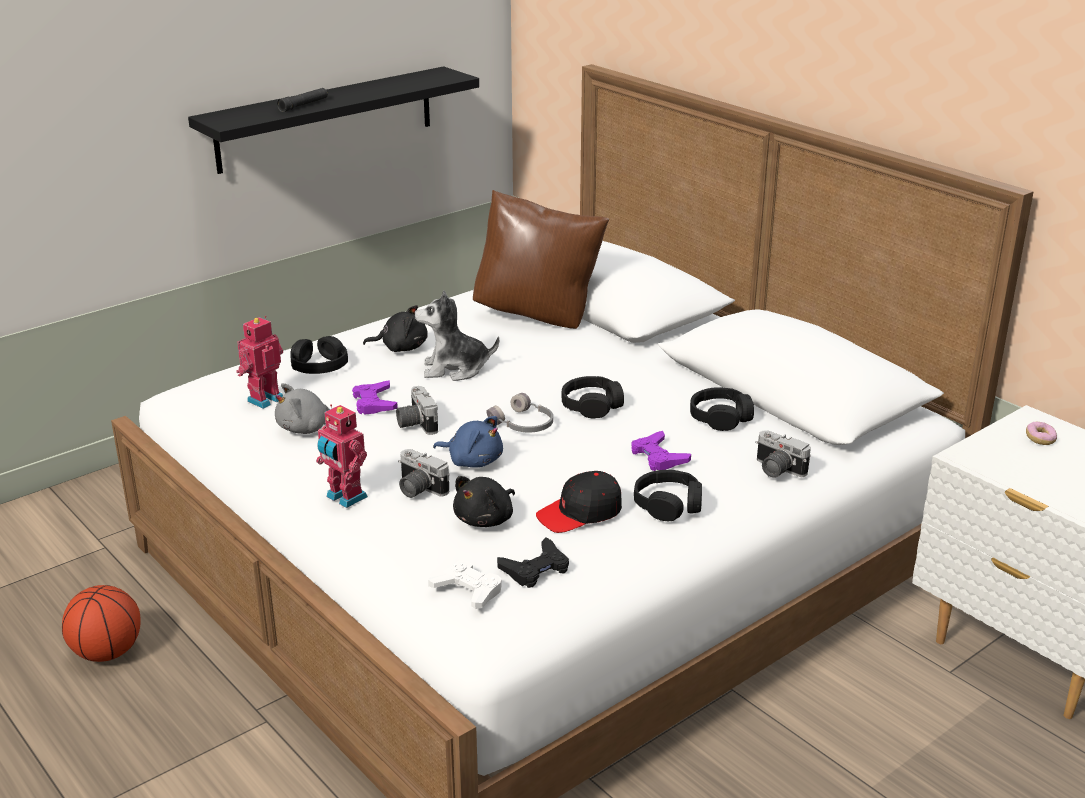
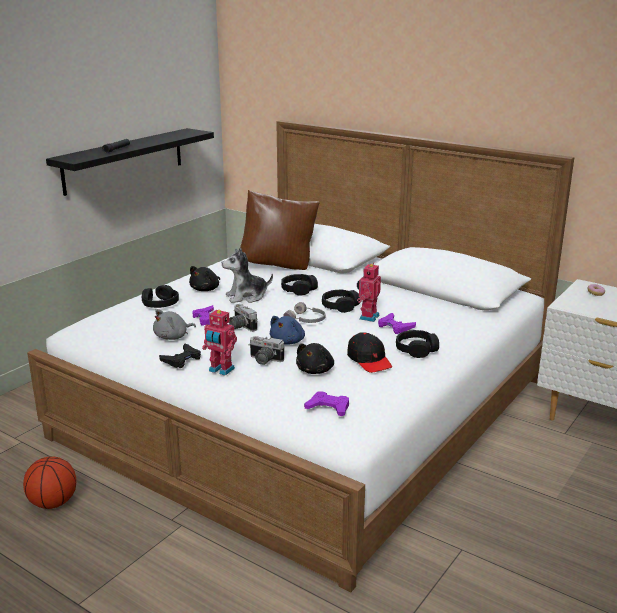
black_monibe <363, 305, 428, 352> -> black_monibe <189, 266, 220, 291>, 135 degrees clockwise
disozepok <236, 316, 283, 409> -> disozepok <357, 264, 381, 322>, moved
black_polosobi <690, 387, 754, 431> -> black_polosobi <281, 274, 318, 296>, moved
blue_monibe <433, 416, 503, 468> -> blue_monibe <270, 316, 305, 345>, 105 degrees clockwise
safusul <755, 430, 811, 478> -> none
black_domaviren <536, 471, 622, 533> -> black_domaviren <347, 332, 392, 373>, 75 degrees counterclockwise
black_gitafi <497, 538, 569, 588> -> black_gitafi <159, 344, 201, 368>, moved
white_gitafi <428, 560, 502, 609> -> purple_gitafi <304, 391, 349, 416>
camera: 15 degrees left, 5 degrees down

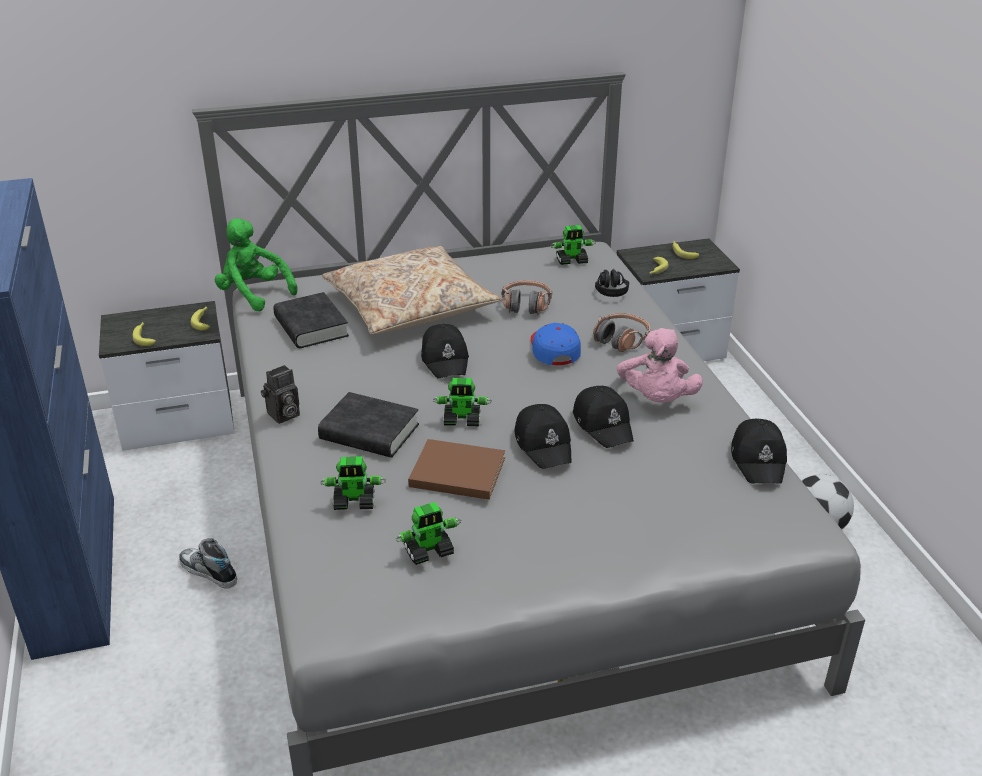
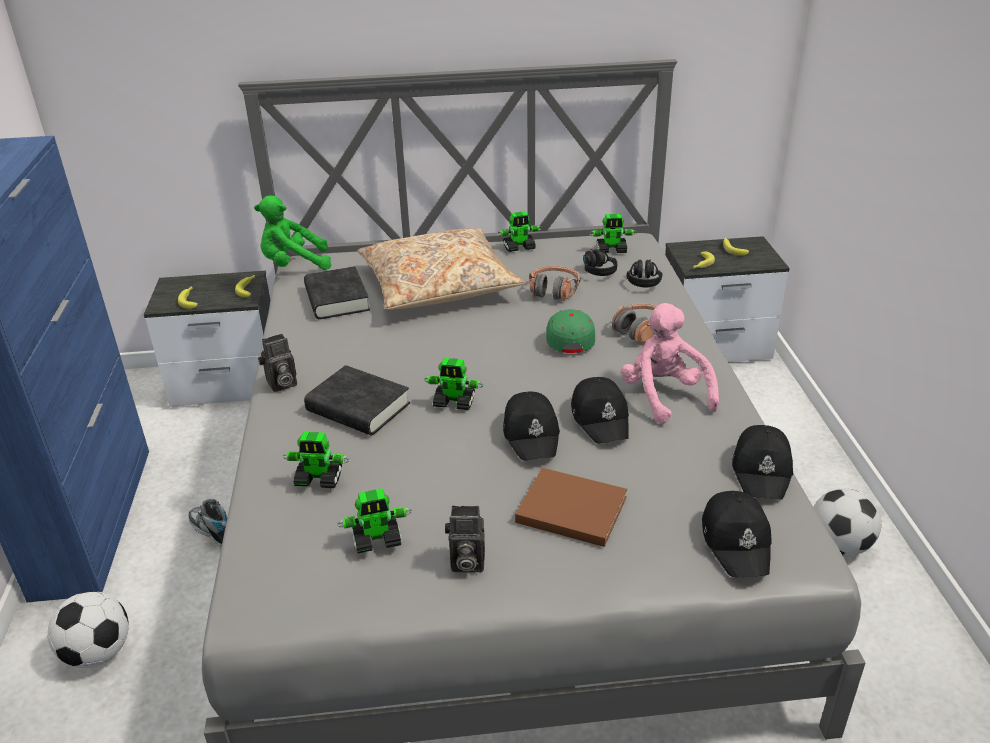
green_monibe <215, 218, 298, 311> -> green_monibe <254, 195, 331, 270>, 60 degrees counterclockwise
blue_domaviren <531, 323, 581, 365> -> green_domaviren <546, 309, 595, 353>
black_domaviren <421, 324, 469, 379> -> black_domaviren <702, 491, 772, 577>, moved
pink_monibe <617, 328, 703, 403> -> pink_monibe <621, 303, 719, 424>, 150 degrees clockwise
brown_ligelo <408, 439, 505, 500> -> brown_ligelo <515, 468, 627, 547>, moved
none -> disozepok <497, 211, 542, 252>
none -> black_polosobi <583, 249, 617, 276>
none -> safusul <445, 506, 485, 572>
none -> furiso <48, 591, 129, 668>
camera: 10 degrees right, 0 degrees up

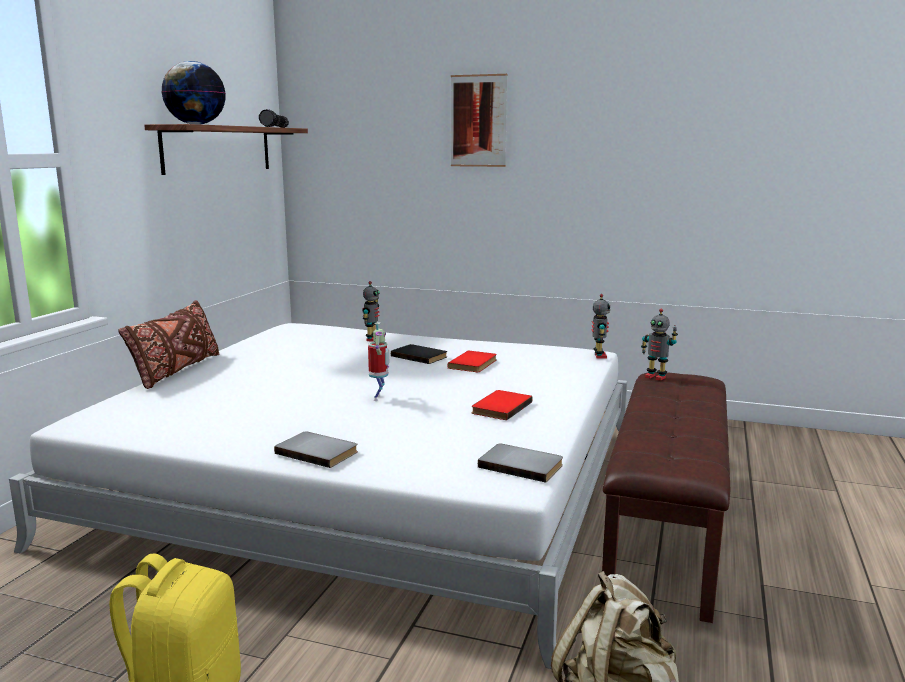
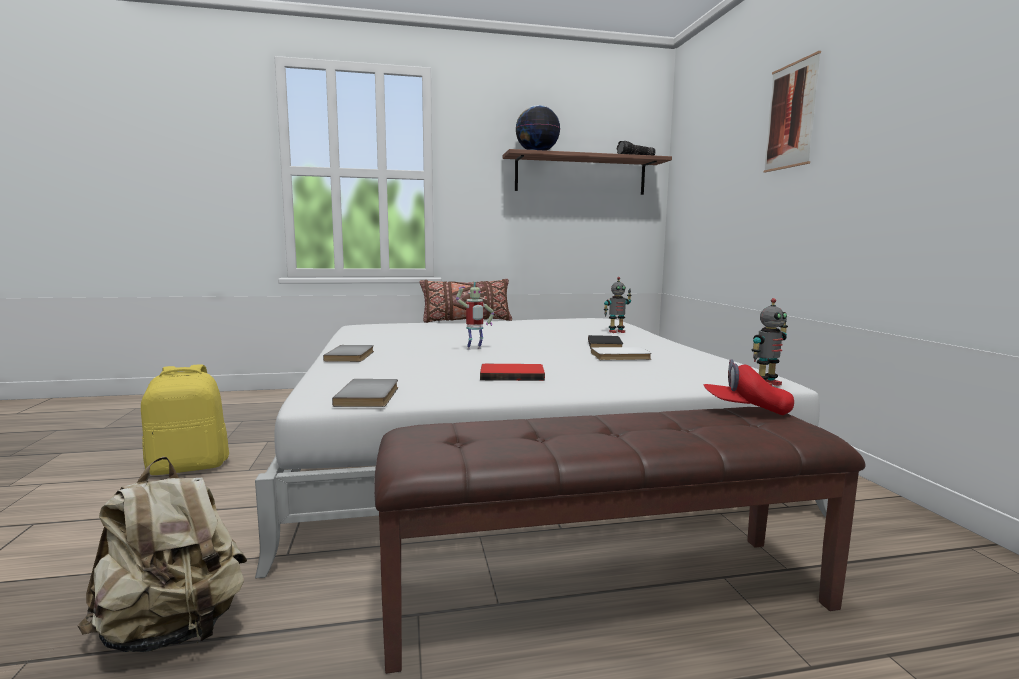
disozepok <641, 309, 678, 381> -> red_domaviren <703, 359, 794, 415>
red_ligelo <447, 350, 497, 372> -> white_ligelo <591, 347, 652, 360>
camera: 60 degrees right, 5 degrees down

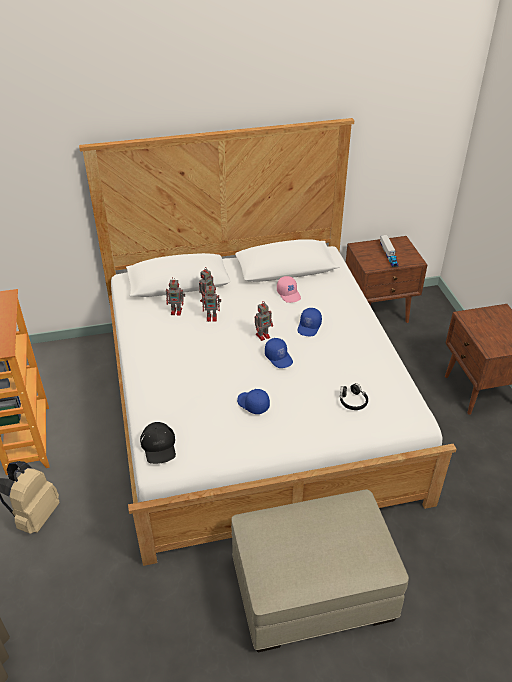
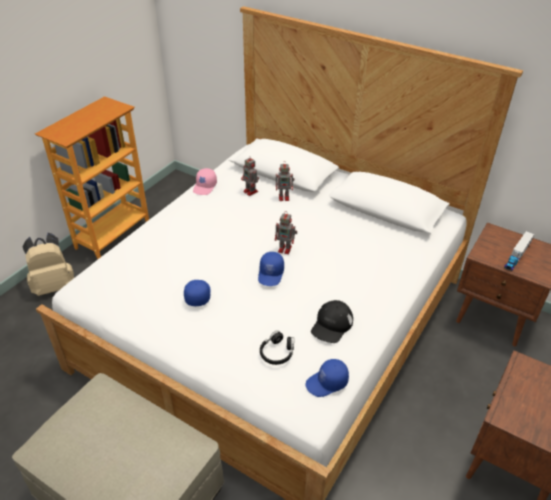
pink_domaviren <277, 276, 301, 303> -> pink_domaviren <193, 168, 217, 195>, moved
disozepok <202, 283, 221, 322> -> none
blue_domaviren <298, 308, 322, 336> -> blue_domaviren <305, 359, 349, 397>, moved
black_domaviren <140, 422, 176, 464> -> black_domaviren <311, 300, 353, 343>, moved
camera: 45 degrees right, 0 degrees up

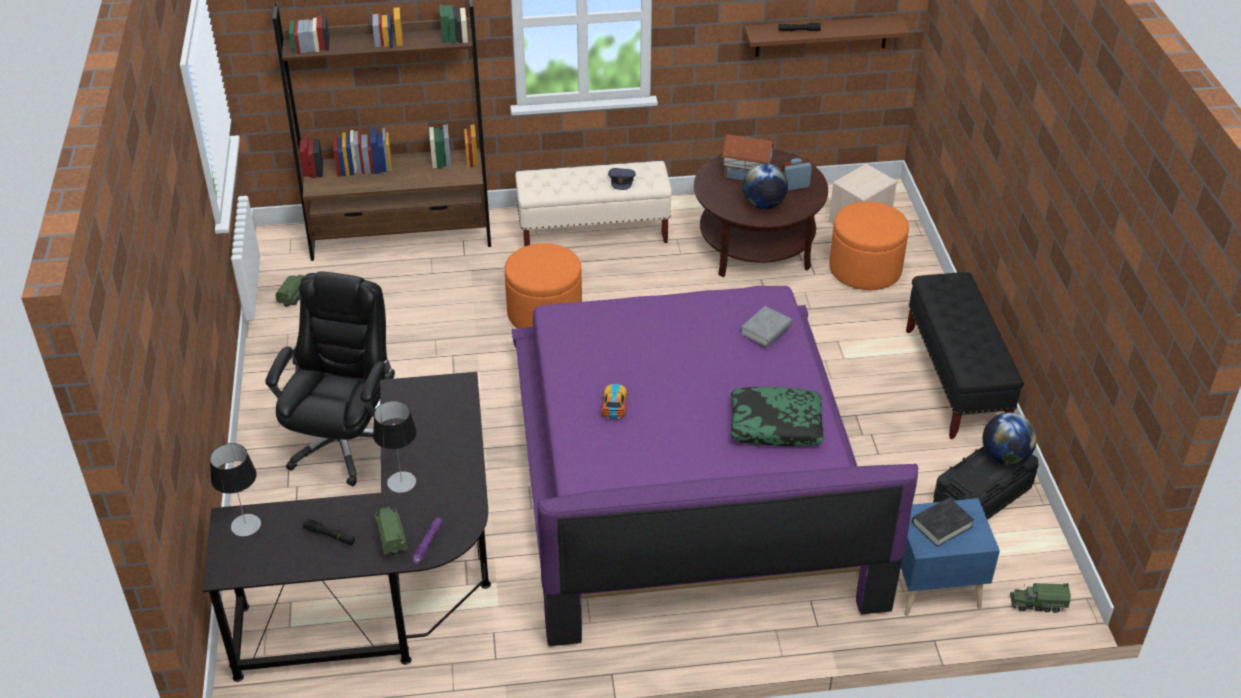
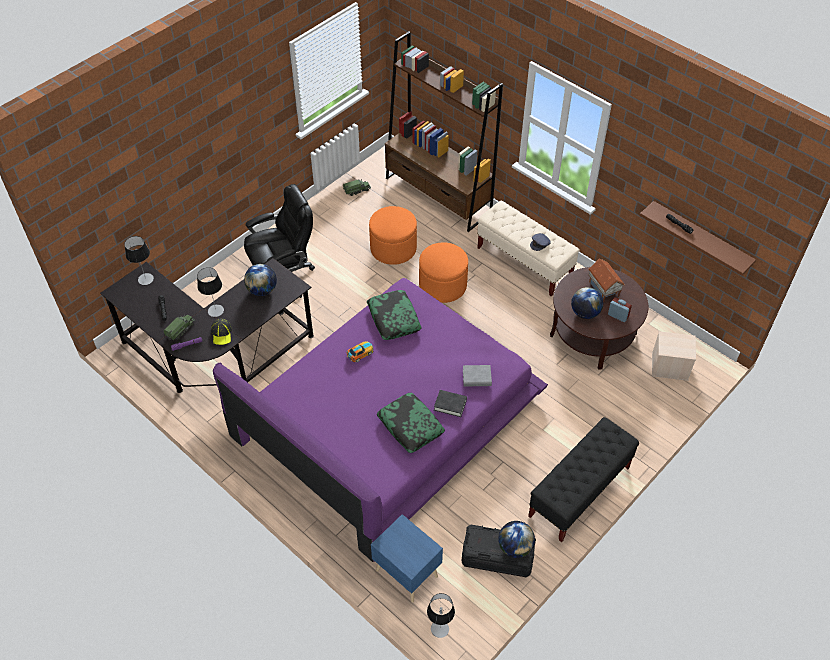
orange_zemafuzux <829, 201, 909, 290> -> orange_zemafuzux <369, 206, 417, 265>, moved
black_ligelo <912, 498, 974, 547> -> black_ligelo <434, 390, 467, 417>, moved
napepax <1010, 583, 1071, 613> -> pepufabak <427, 593, 455, 638>
none -> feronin <244, 264, 277, 296>
none -> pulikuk <367, 290, 421, 340>
none -> domaviren <211, 318, 232, 345>
camera: 50 degrees right, 10 degrees up

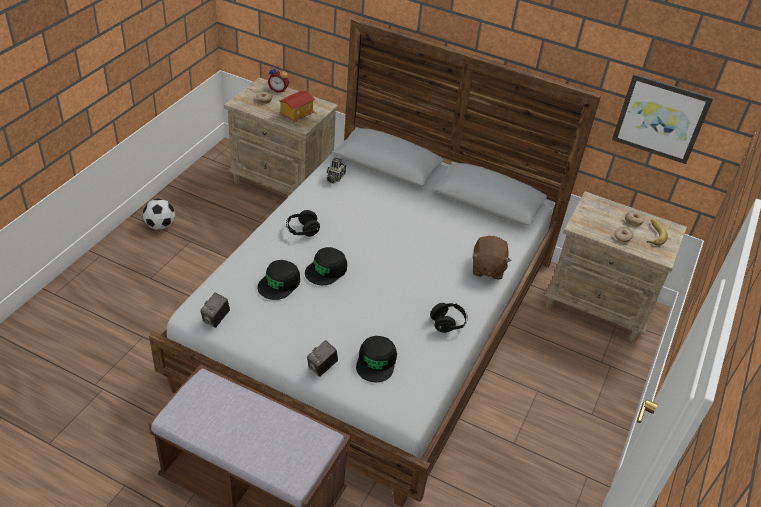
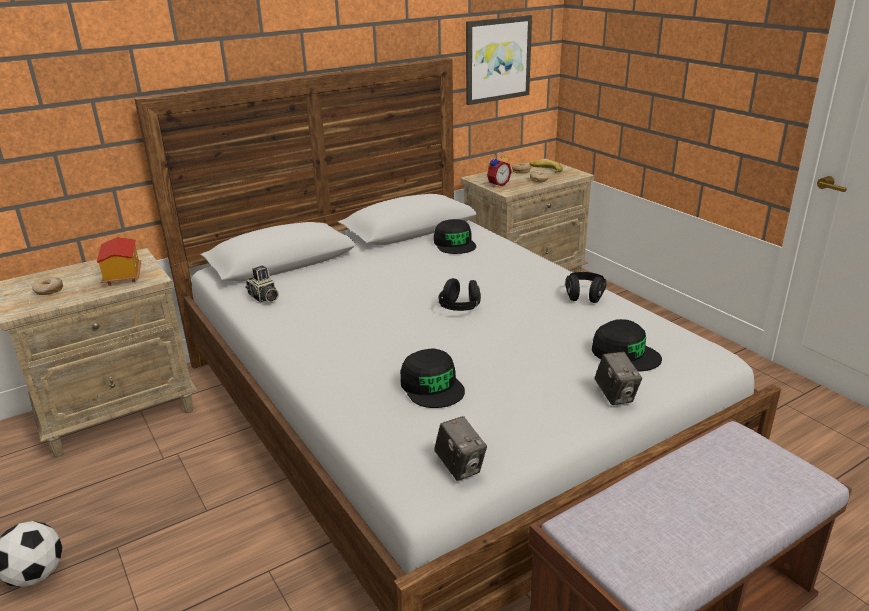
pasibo <267, 67, 289, 93> -> pasibo <487, 152, 512, 187>, moved
black_polosobi <286, 210, 320, 237> -> black_polosobi <438, 278, 481, 311>, moved
brown_monibe <472, 236, 511, 280> -> none
black_domaviren <305, 247, 347, 285> -> black_domaviren <434, 219, 476, 254>, moved
camera: 55 degrees left, 15 degrees down

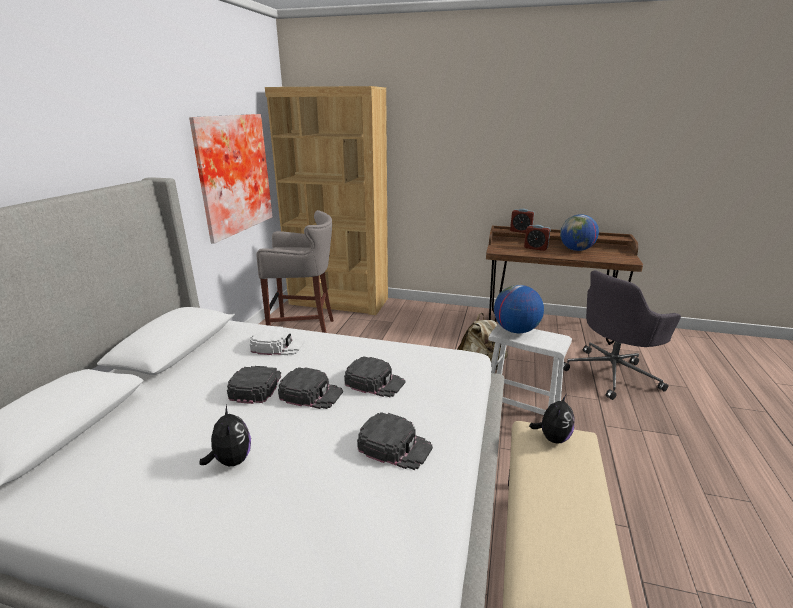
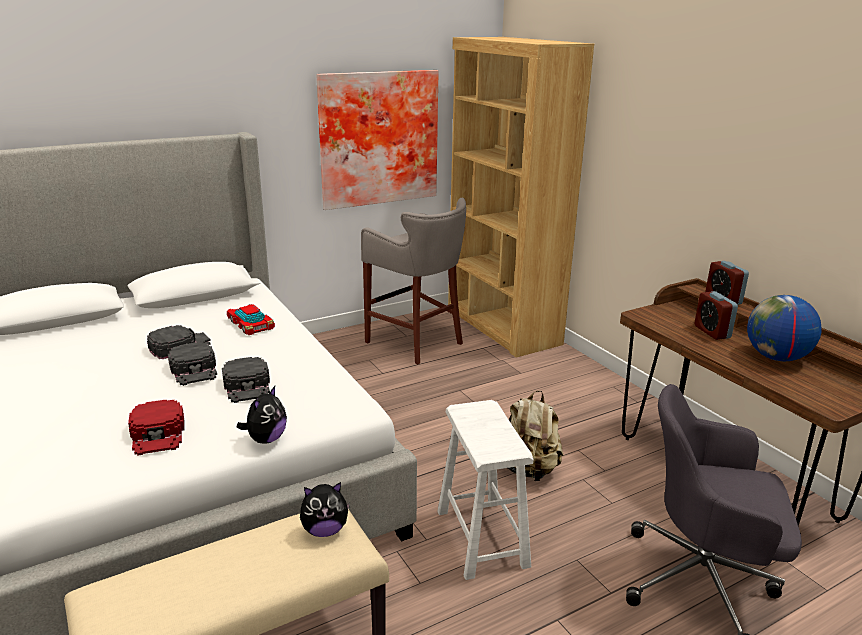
feronin <494, 285, 544, 333> -> none
white_domaviren <250, 326, 305, 355> -> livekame <227, 304, 275, 335>
monibe <199, 405, 251, 467> -> monibe <237, 386, 287, 444>, moved
black_domaviren <357, 412, 433, 470> -> red_domaviren <128, 399, 184, 456>
camera: 45 degrees right, 0 degrees up

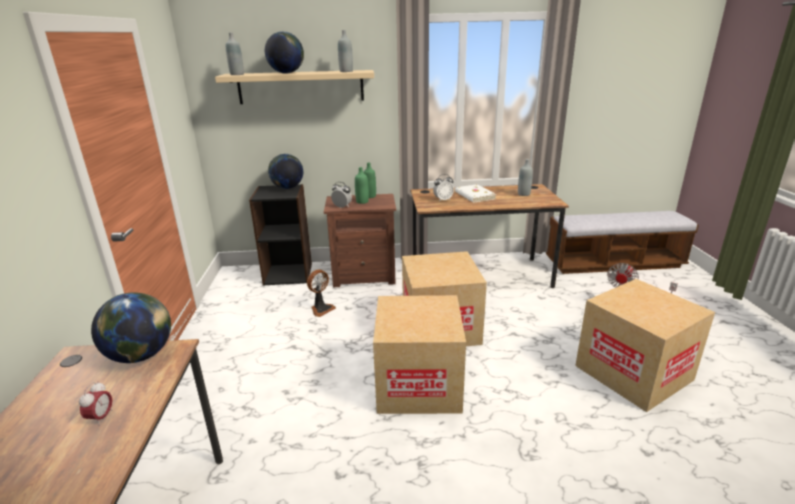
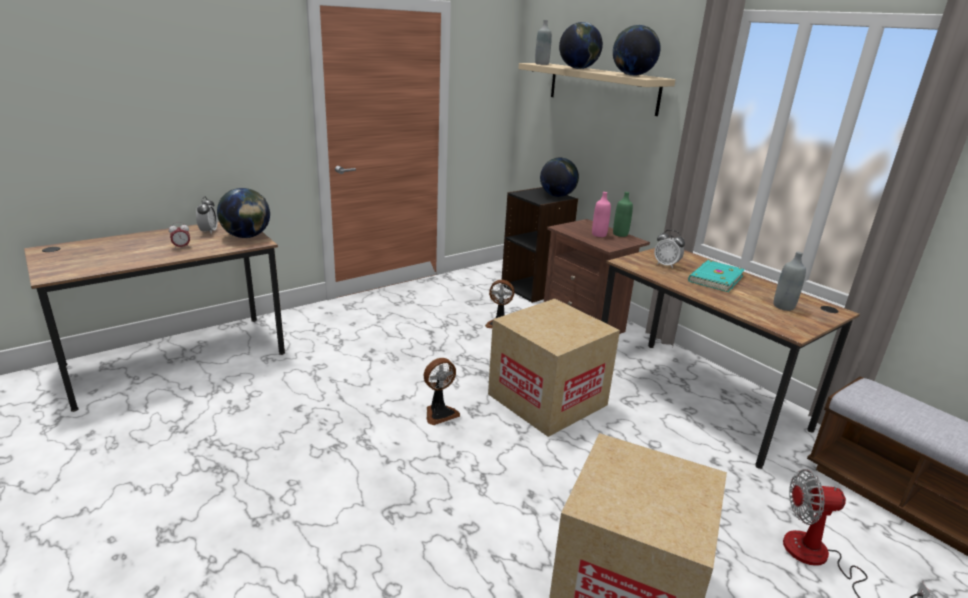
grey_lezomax <338, 30, 353, 72> -> feronin <613, 25, 661, 76>
green_lezomax <355, 167, 369, 204> -> pink_lezomax <592, 192, 611, 237>
pasibo <331, 182, 352, 208> -> pasibo <196, 197, 218, 234>, moved
white_ligelo <455, 184, 497, 203> -> turquoise_ligelo <688, 260, 745, 292>
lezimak <373, 295, 466, 414> -> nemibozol <424, 358, 460, 425>
camera: 55 degrees right, 0 degrees up

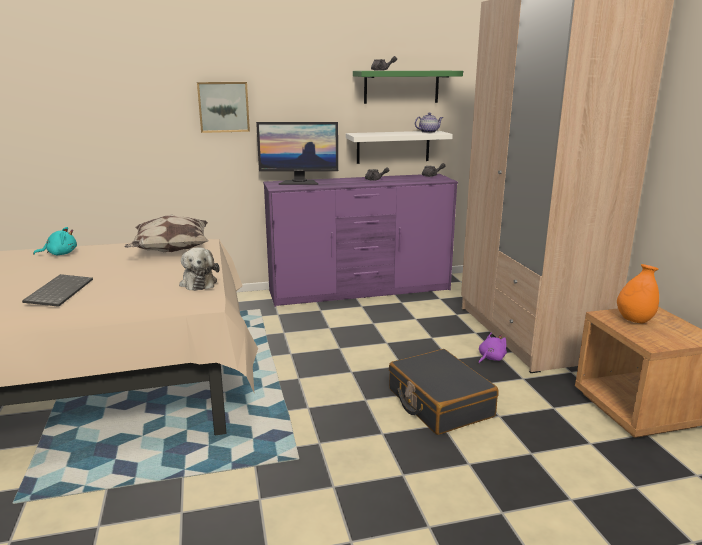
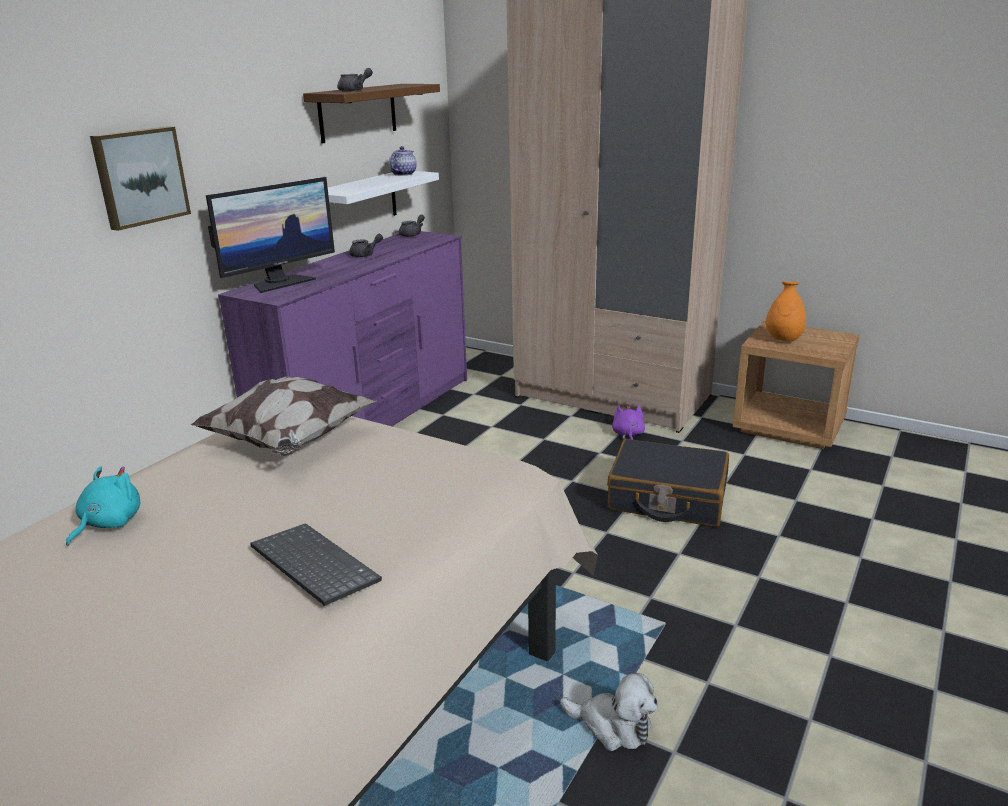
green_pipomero <353, 71, 463, 104> -> brown_pipomero <303, 84, 440, 143>
monibe <179, 248, 220, 291> -> monibe <560, 673, 658, 751>, moved
camera: 45 degrees left, 5 degrees up

